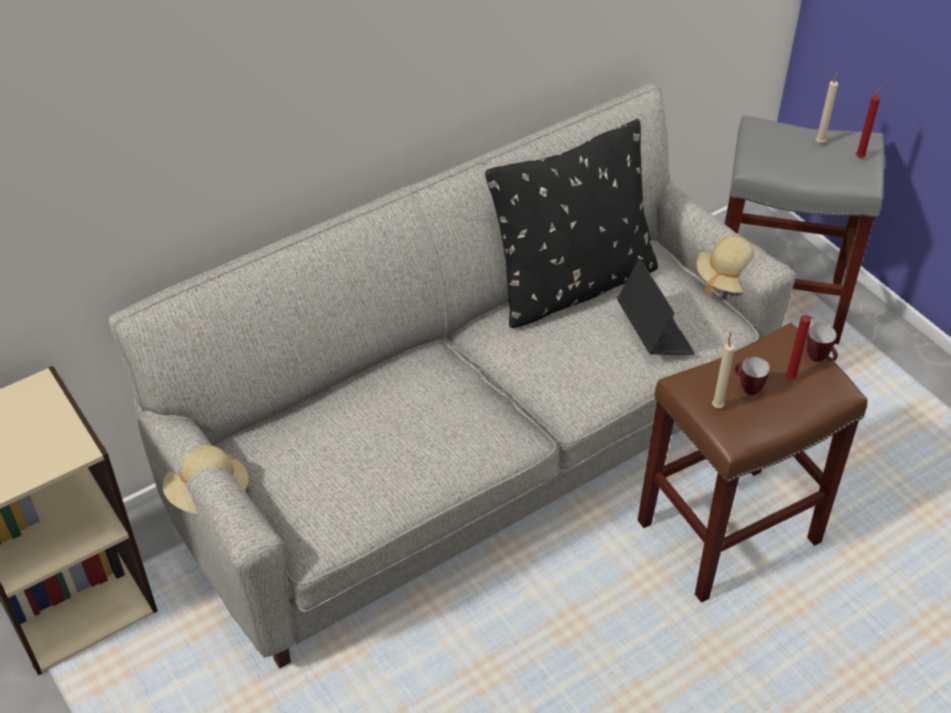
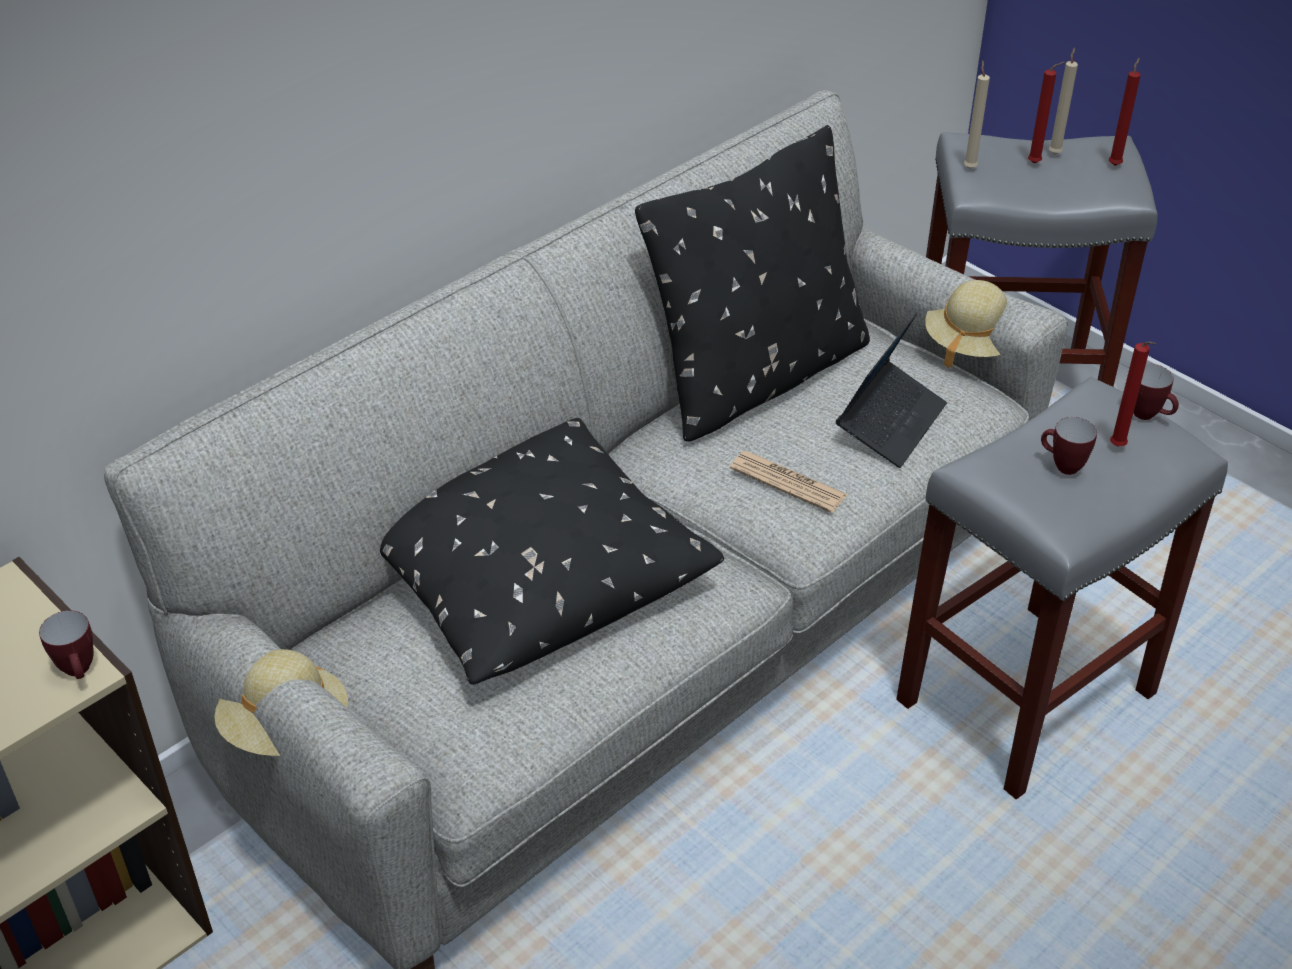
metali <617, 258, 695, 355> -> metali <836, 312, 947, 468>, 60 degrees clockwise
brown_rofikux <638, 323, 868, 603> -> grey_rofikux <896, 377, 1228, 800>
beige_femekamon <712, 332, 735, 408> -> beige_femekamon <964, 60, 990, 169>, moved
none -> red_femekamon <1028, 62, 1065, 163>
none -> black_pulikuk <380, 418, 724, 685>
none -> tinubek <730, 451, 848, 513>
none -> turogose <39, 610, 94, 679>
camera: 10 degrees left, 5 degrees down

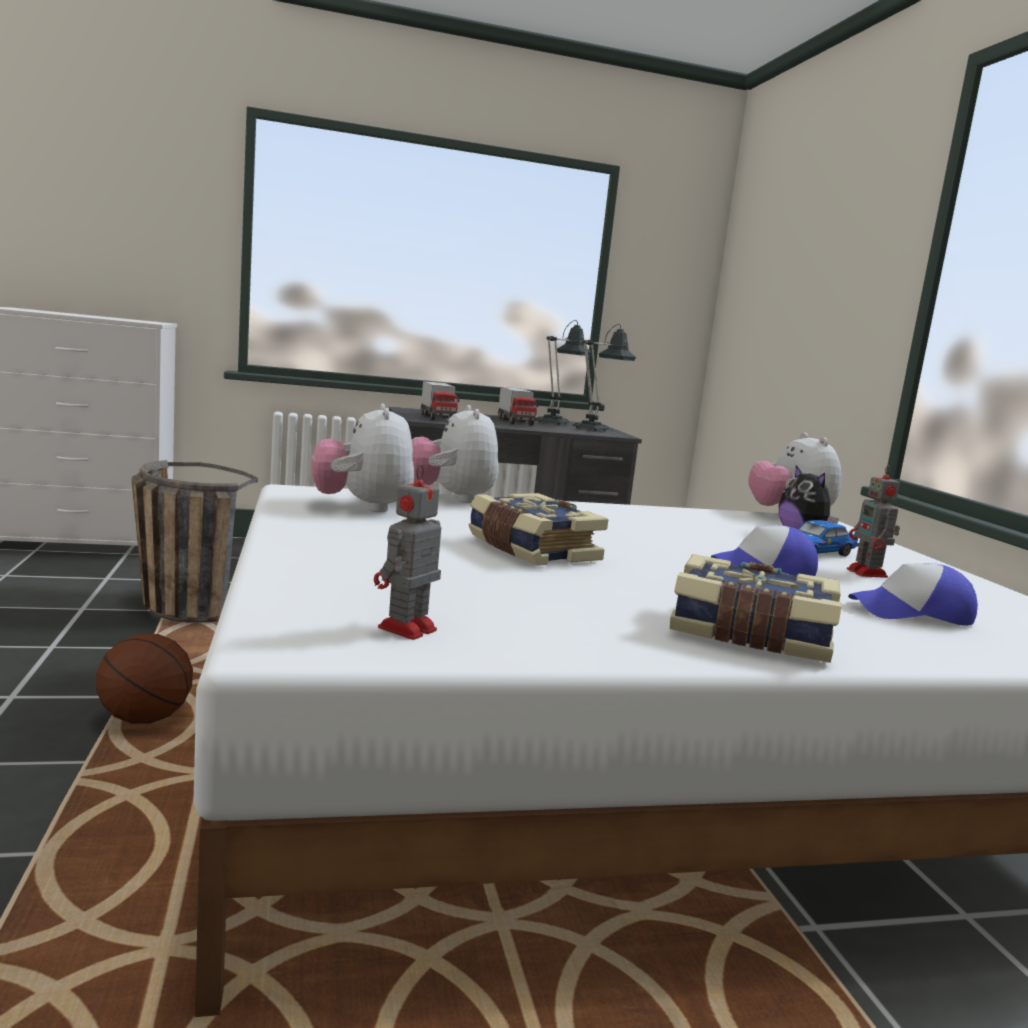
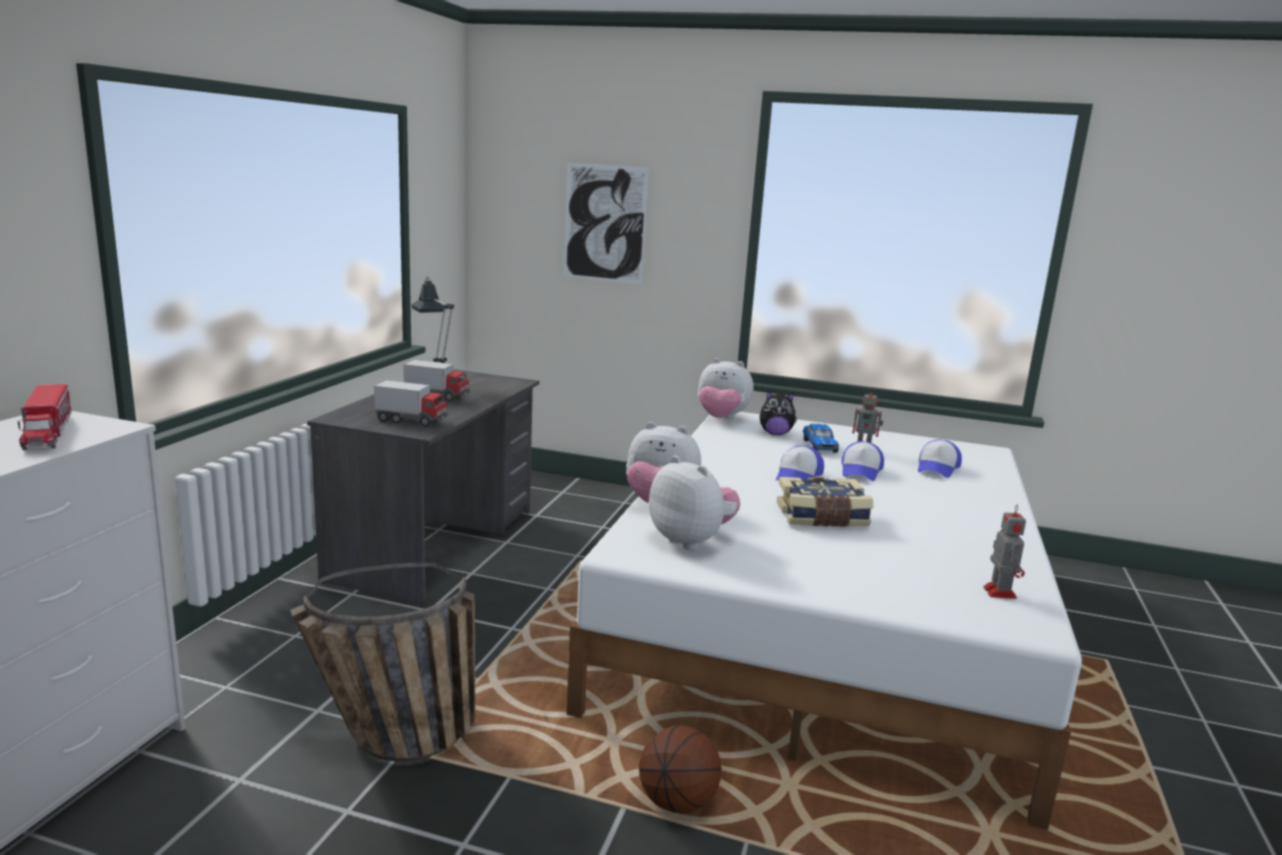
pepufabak <573, 324, 636, 431> -> none
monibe <311, 404, 414, 512> -> monibe <649, 455, 740, 550>, 150 degrees counterclockwise
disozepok <374, 465, 441, 640> -> disozepok <983, 505, 1026, 599>, 150 degrees counterclockwise
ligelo <670, 554, 841, 663> -> none
none -> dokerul <564, 163, 649, 284>
none -> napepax <17, 383, 72, 450>
none -> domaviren <776, 446, 824, 481>
camera: 60 degrees left, 5 degrees up

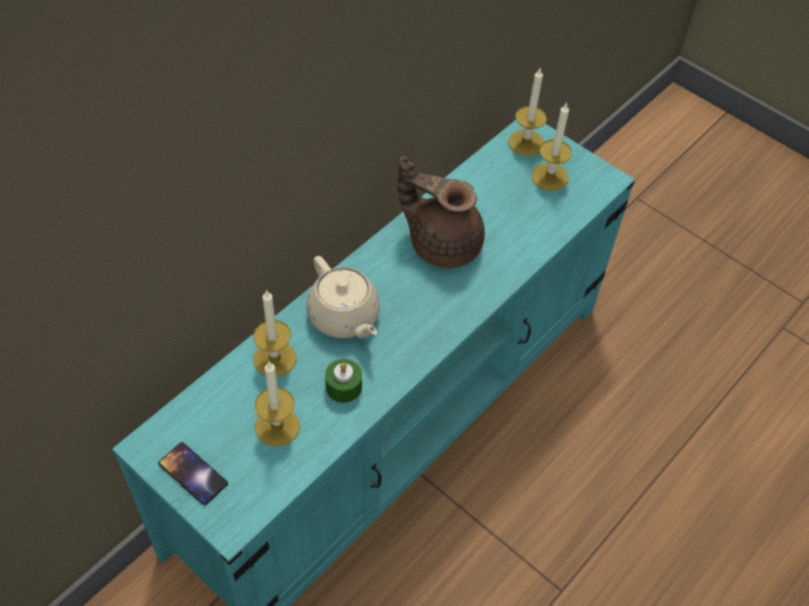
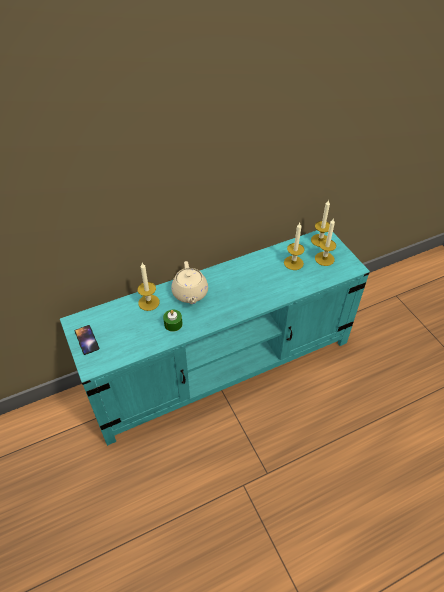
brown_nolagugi <398, 156, 485, 268> -> none
femekamon <255, 362, 300, 446> -> femekamon <284, 223, 304, 270>, moved
camera: 25 degrees right, 5 degrees down

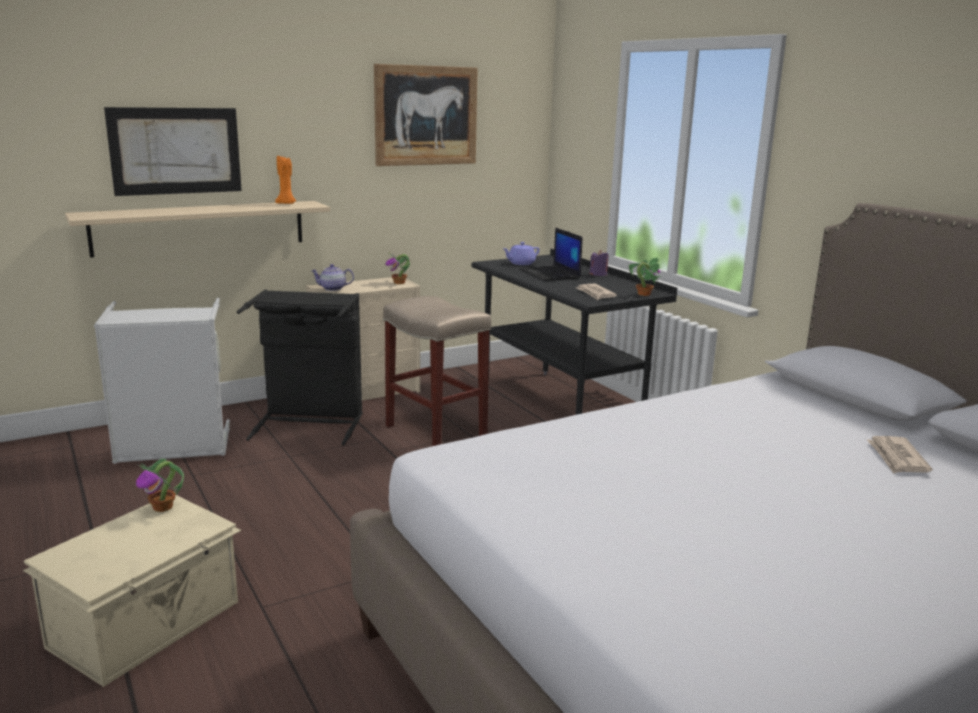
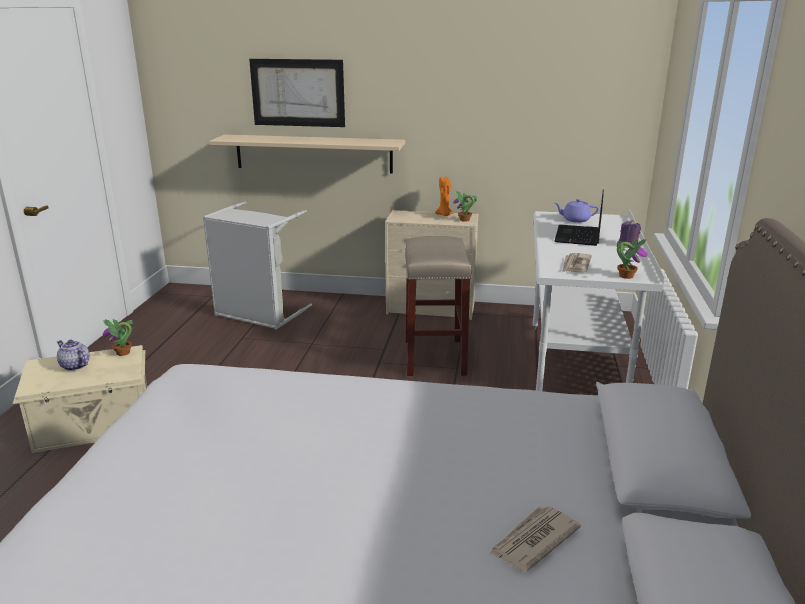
dokerul <374, 64, 478, 166> -> none
orange_femekamon <275, 156, 296, 204> -> orange_femekamon <435, 177, 453, 216>, moved
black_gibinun <471, 249, 677, 415> -> white_gibinun <532, 209, 665, 391>
nolagugi <311, 264, 354, 291> -> nolagugi <57, 340, 90, 371>, moved
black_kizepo <237, 289, 363, 446> -> none
camera: 40 degrees right, 5 degrees up

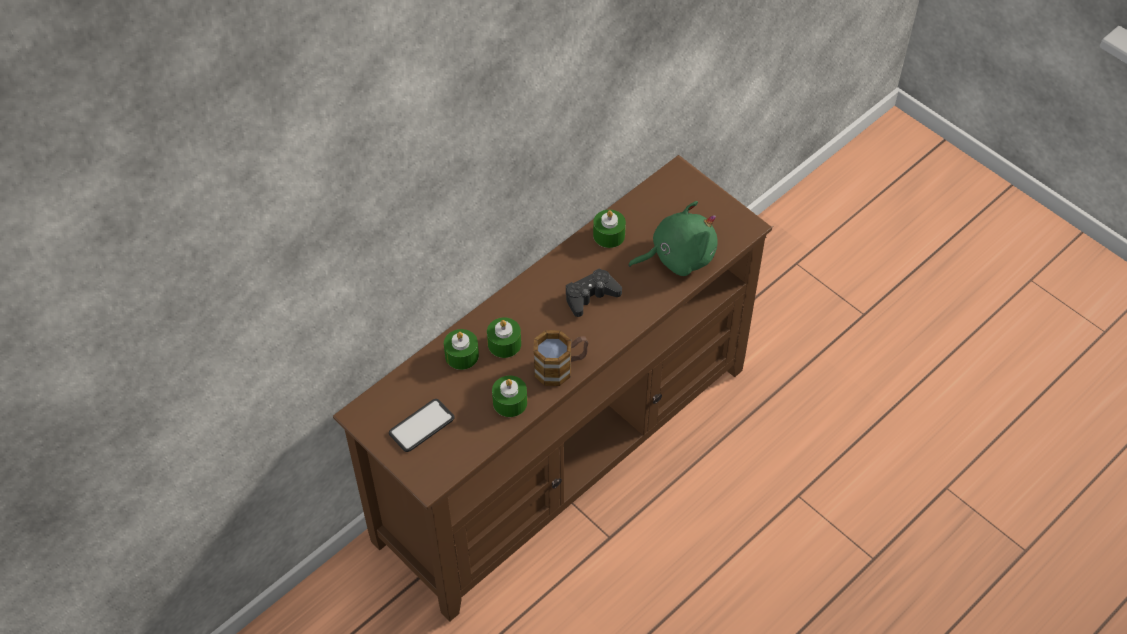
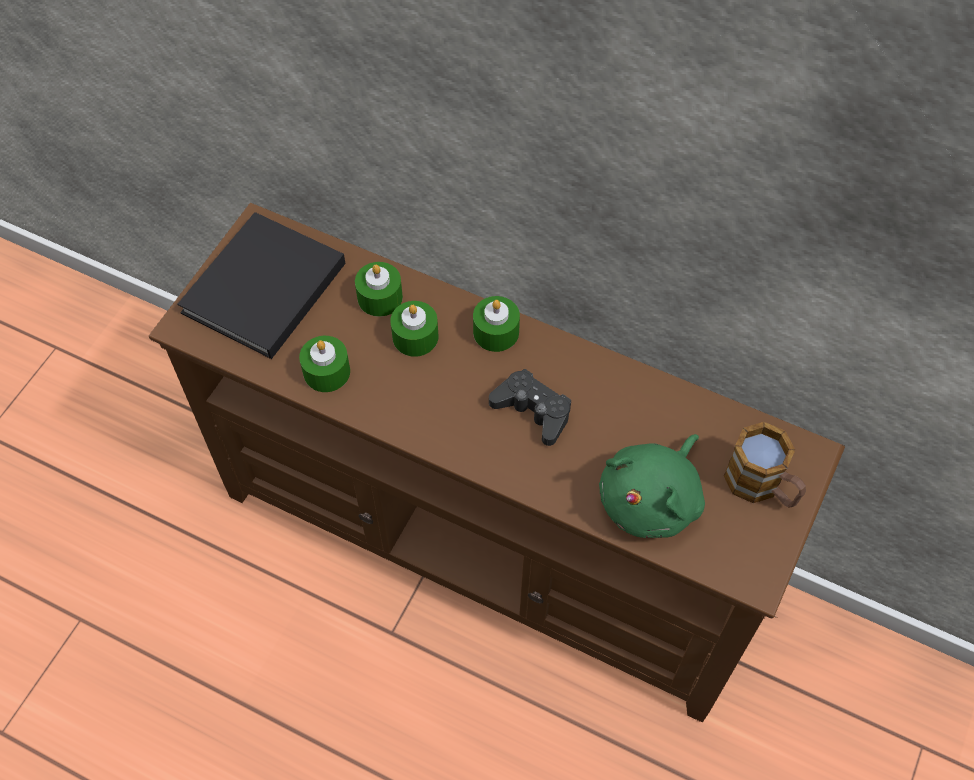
green_monibe <628, 201, 717, 276> -> green_monibe <599, 434, 705, 538>, 75 degrees clockwise
green_femekamon <593, 210, 626, 248> -> green_femekamon <473, 296, 520, 352>, moved
turogose <533, 330, 588, 386> -> turogose <724, 422, 806, 508>, moved
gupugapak <389, 399, 455, 452> -> black_ligelo <177, 212, 346, 359>
camera: 70 degrees right, 5 degrees up

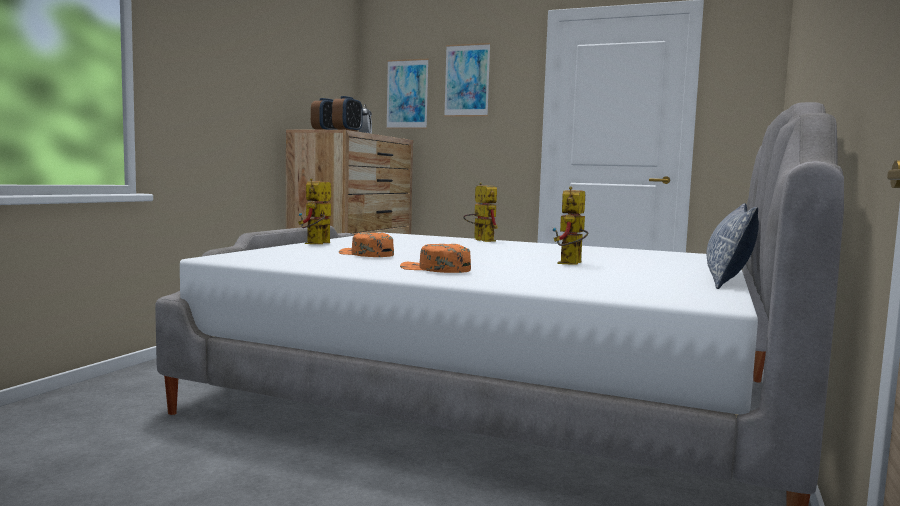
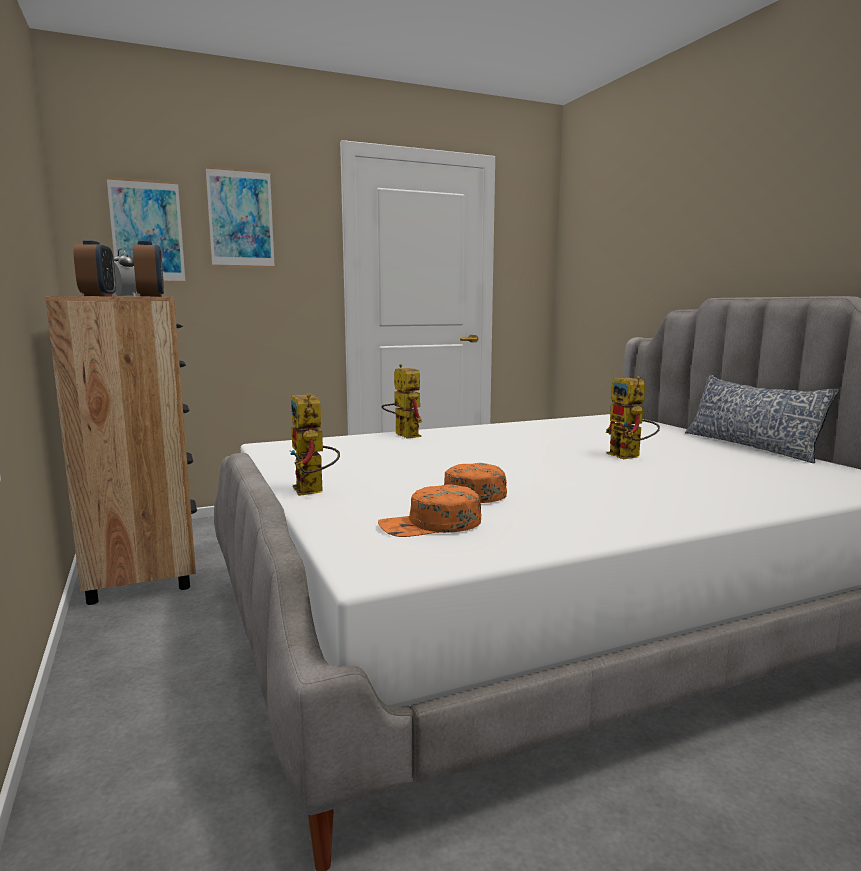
disozepok <463, 183, 498, 242> -> disozepok <382, 364, 422, 439>, 45 degrees clockwise
orange_domaviren <400, 244, 471, 273> -> orange_domaviren <378, 484, 481, 537>, moved
camera: 45 degrees left, 5 degrees up

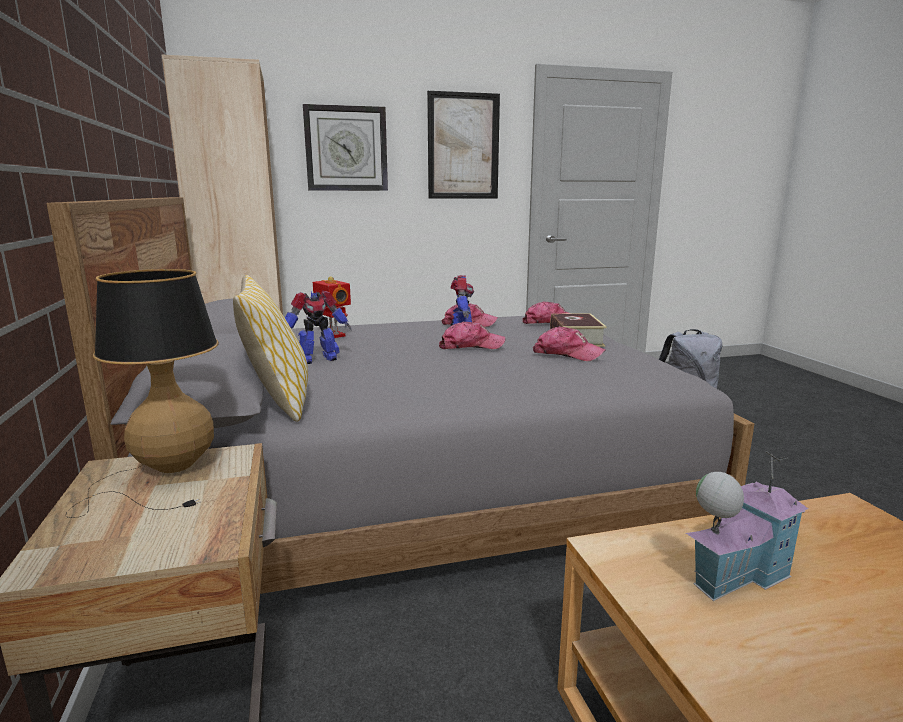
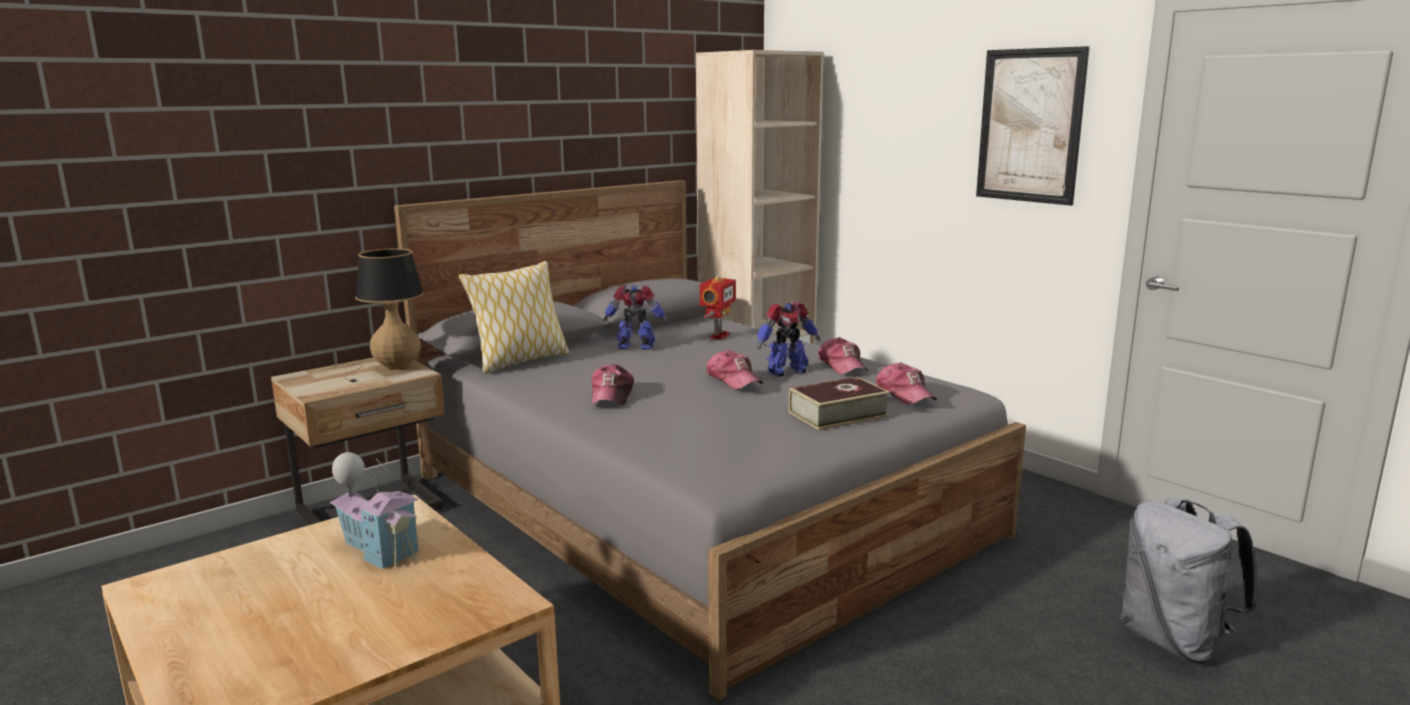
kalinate <303, 104, 388, 191> -> none
disozepok <285, 291, 351, 364> -> disozepok <604, 285, 668, 350>, 150 degrees clockwise
domaviren <533, 326, 606, 361> -> domaviren <591, 364, 634, 405>, moved
camera: 65 degrees right, 0 degrees up

